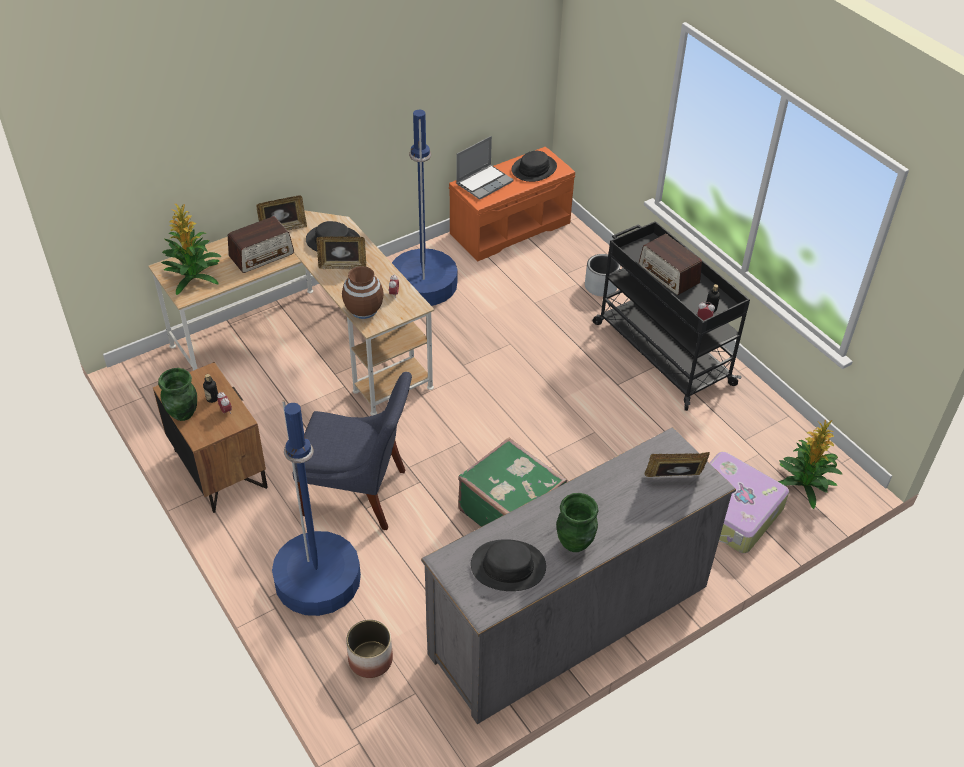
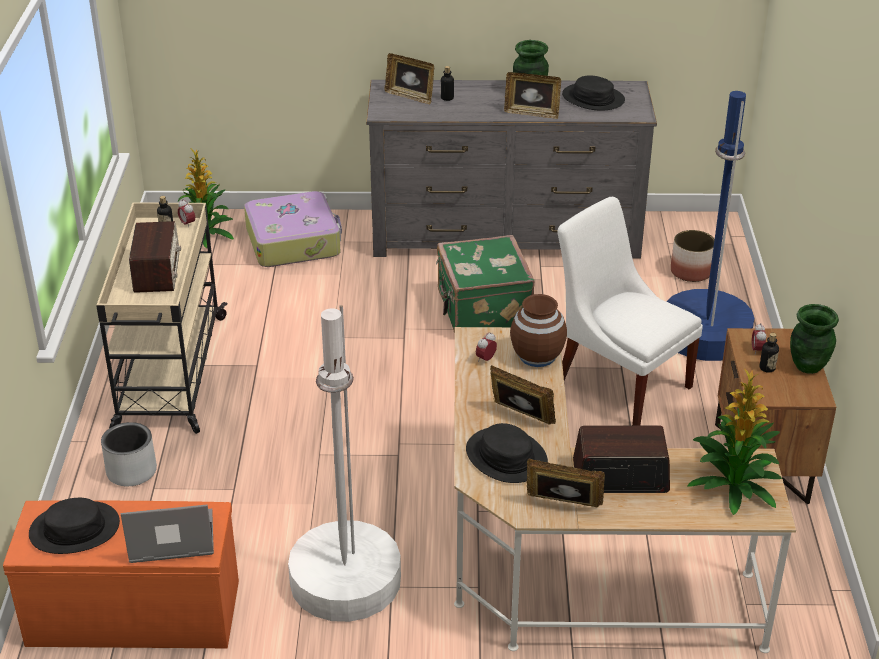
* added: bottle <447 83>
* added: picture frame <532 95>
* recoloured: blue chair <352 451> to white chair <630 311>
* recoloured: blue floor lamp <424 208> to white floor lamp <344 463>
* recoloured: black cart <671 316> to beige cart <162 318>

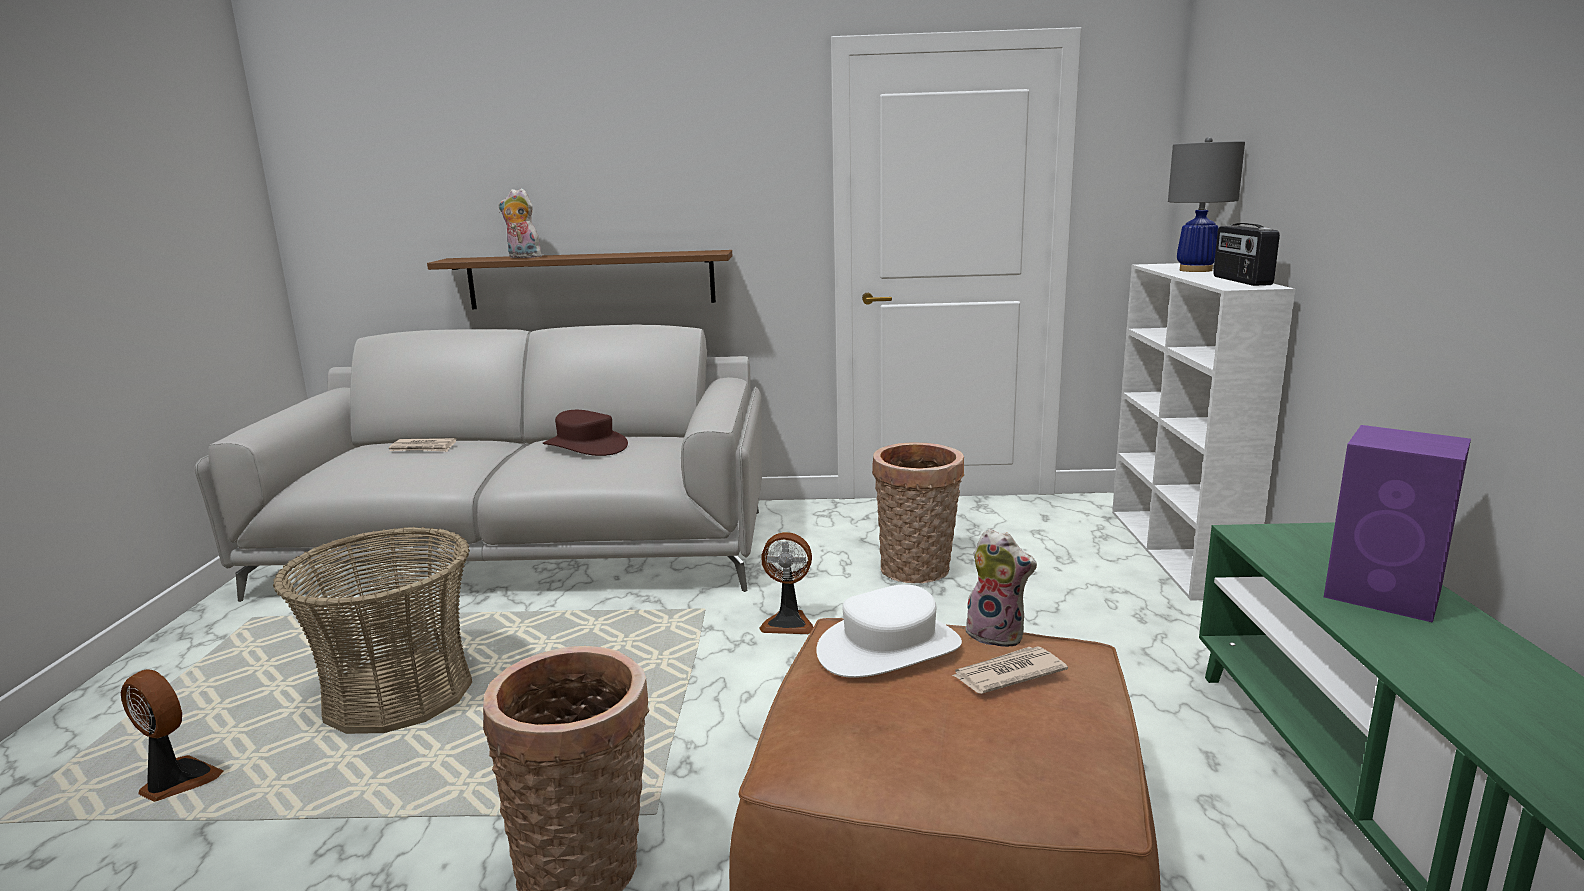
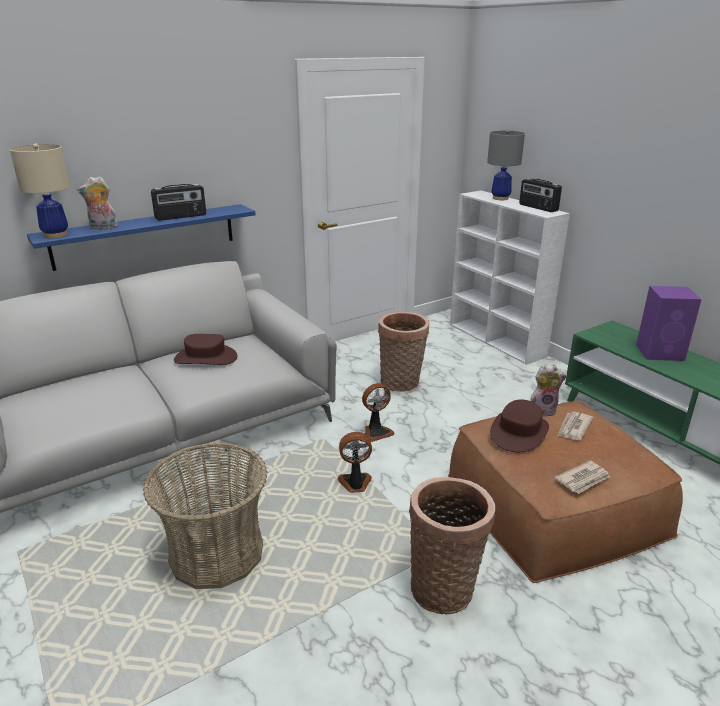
* added: beige table lamp <40 190>
* added: radio <178 202>
* moved: fan <172 736> to <355 462>
* moved: newspaper <422 445> to <582 477>
* recoloured: brown shelf <579 279> to blue shelf <141 237>
* recoloured: white hat <889 631> to brown hat <519 426>

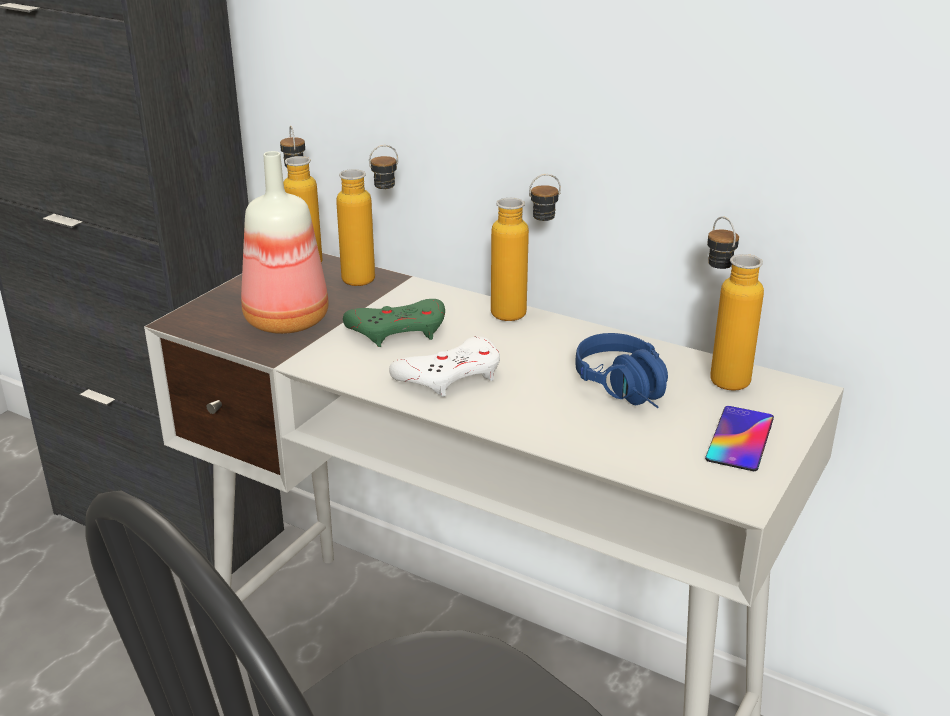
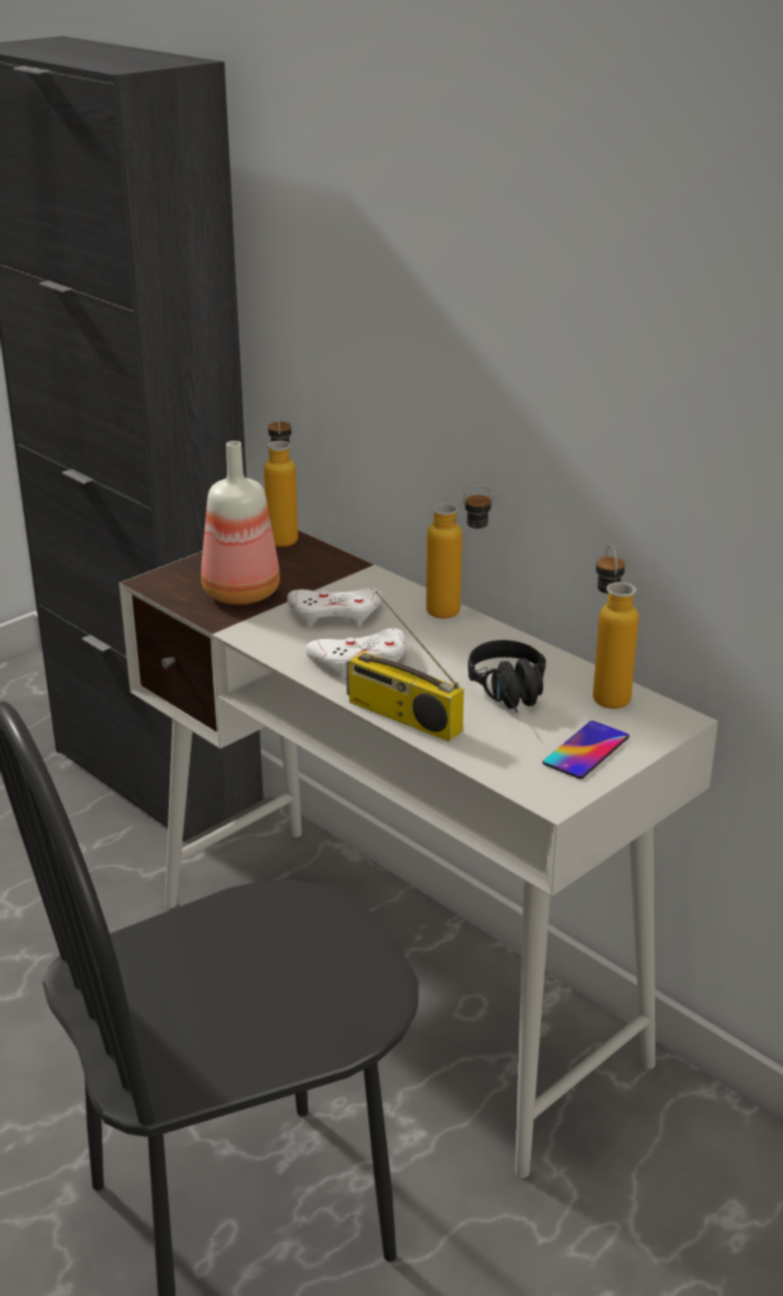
* removed: bottle <367 215>
* added: radio <405 666>
* recoloured: green game controller <394 323> to white game controller <335 607>
* recoloured: blue headphones <621 370> to black headphones <507 676>

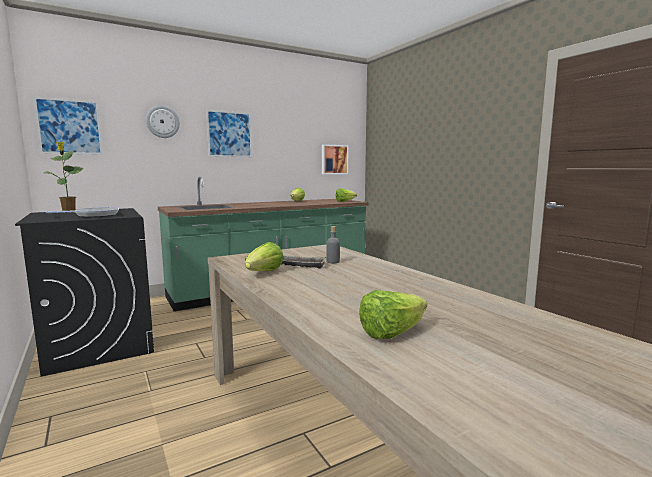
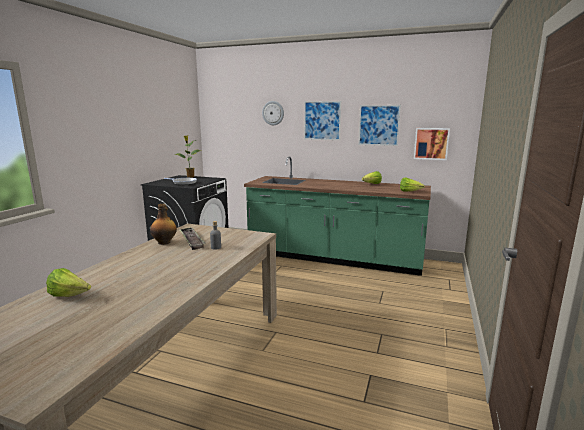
* moved: picture <68 126> to <379 125>
* replaced: lettuce <264 256> to bottle <163 224>

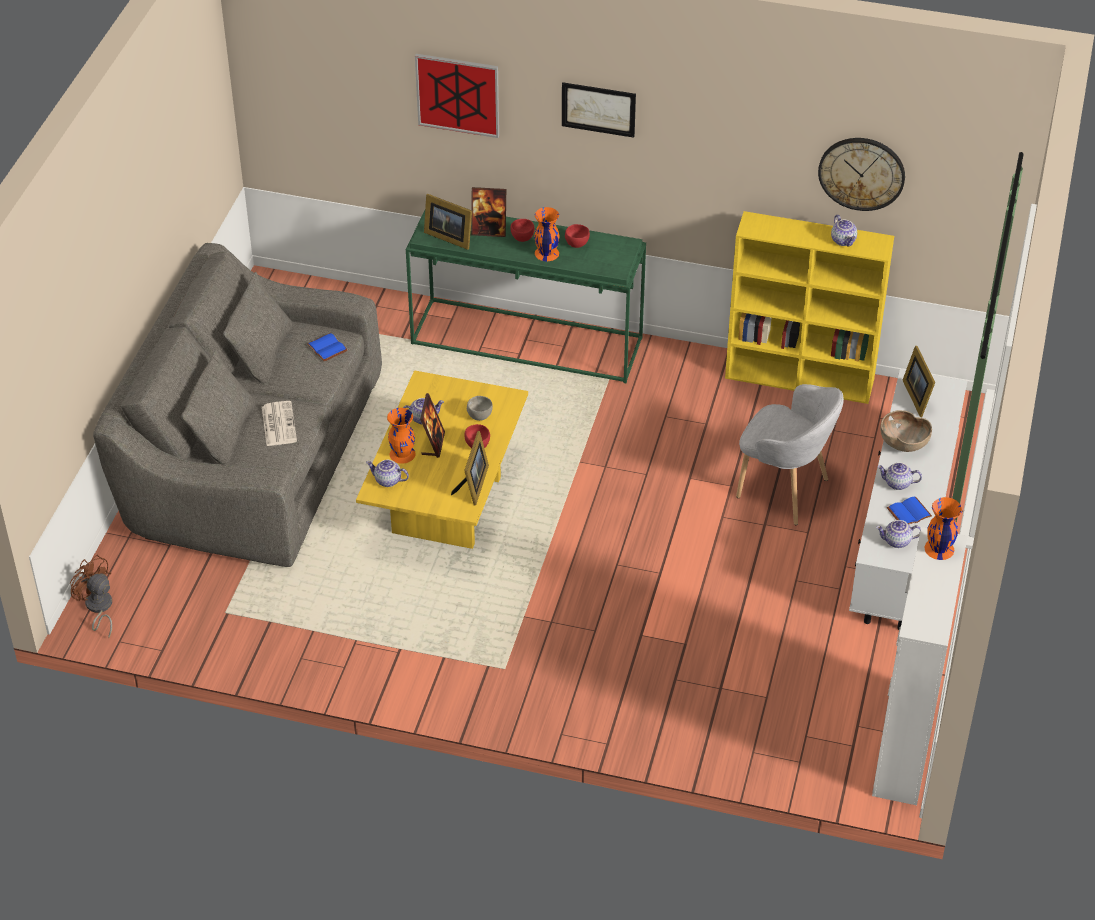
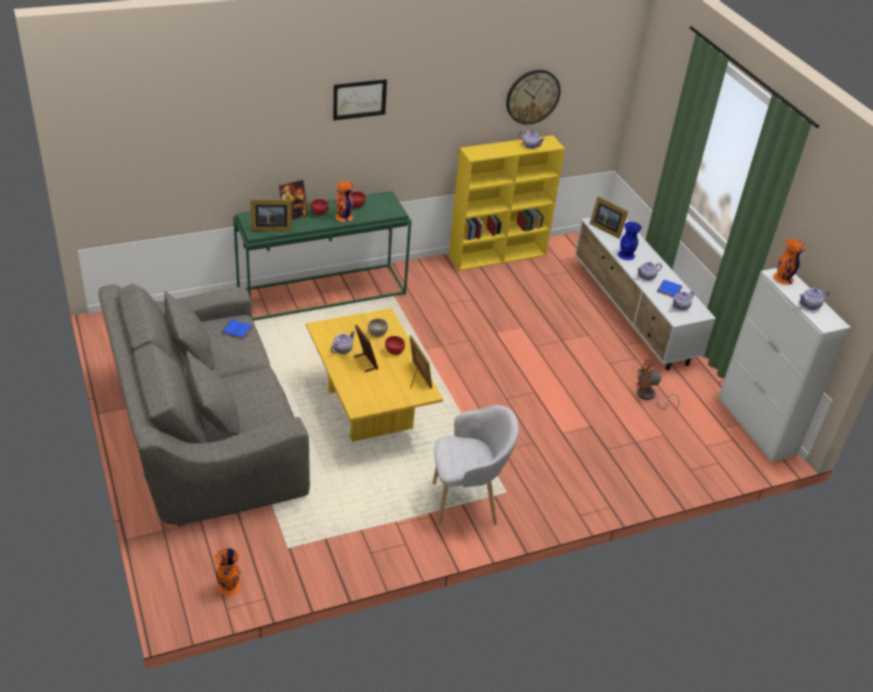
* removed: newspaper <279 423>
* removed: picture <457 96>
* moved: brown fan <91 597> to <658 384>
* moved: teapot <387 473> to <814 299>
* moved: orange vase <401 436> to <228 572>
* moved: grey armchair <790 454> to <475 465>
* replaced: brown bowl <906 431> to blue vase <630 241>

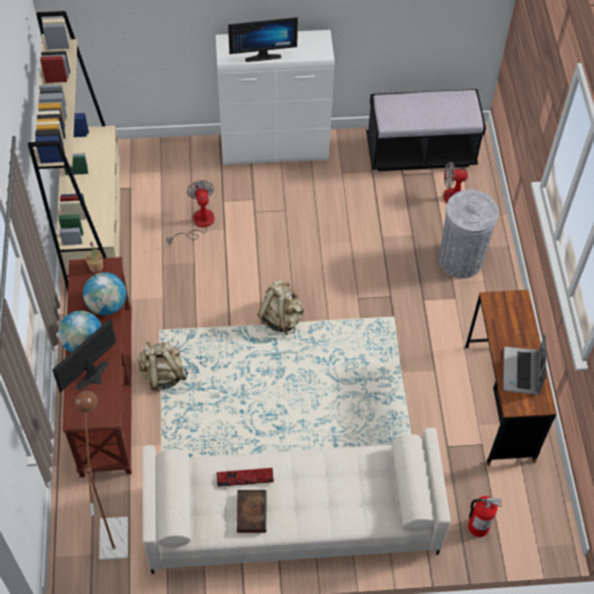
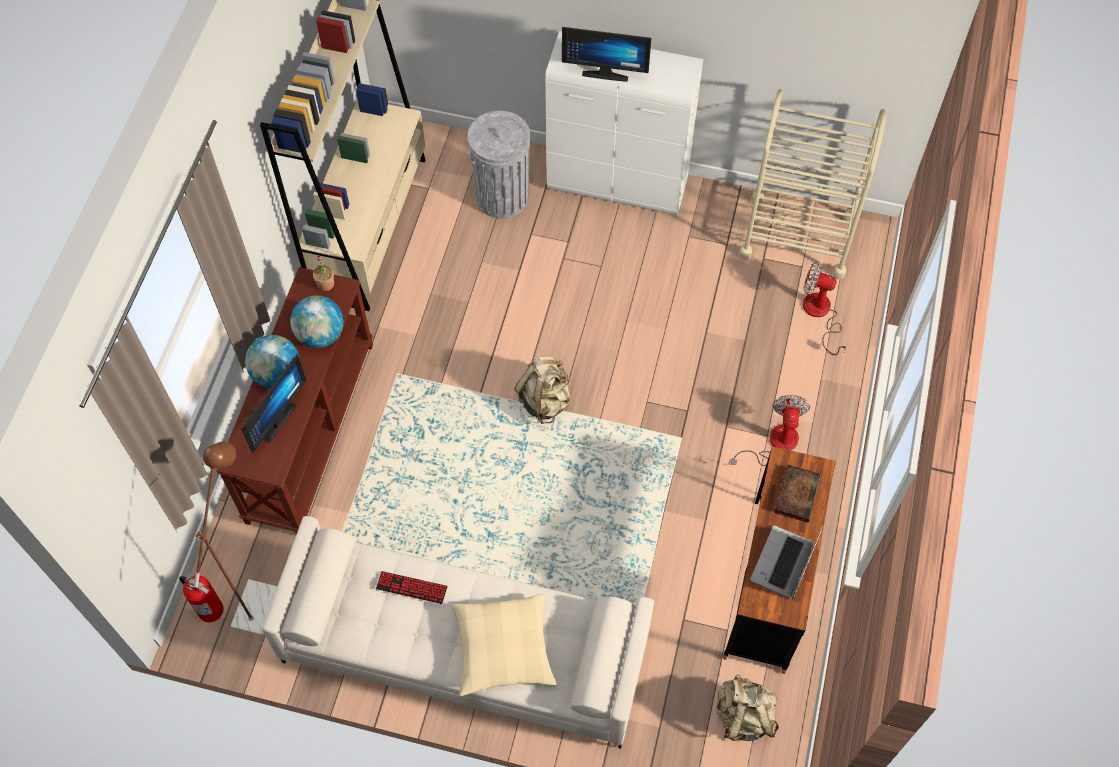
* added: beige pillow <504 644>
* moved: beige backpack <163 366> to <748 707>
* moved: fan <190 212> to <769 430>
* moved: book <252 511> to <797 493>
* moved: grey trash can <469 233> to <499 165>
* moved: fire extinguisher <485 516> to <201 599>
* replaced: black bench <426 130> to beige cart <812 184>
* turned: monitor <84 355> = <274 403> 150 degrees clockwise

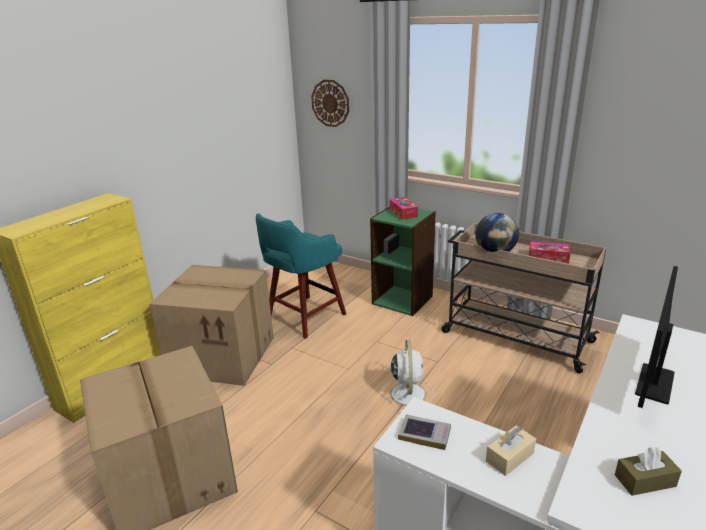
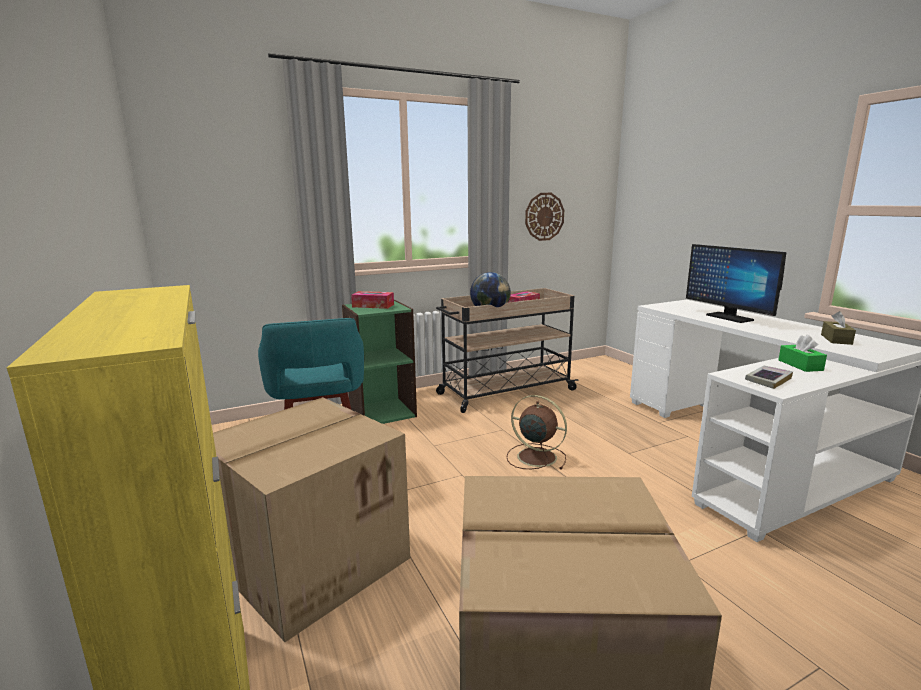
* moved: wall clock <330 103> to <544 217>
* recoloured: white fan <408 376> to brown fan <537 432>
* recoloured: beige tissue box <511 451> to green tissue box <802 353>

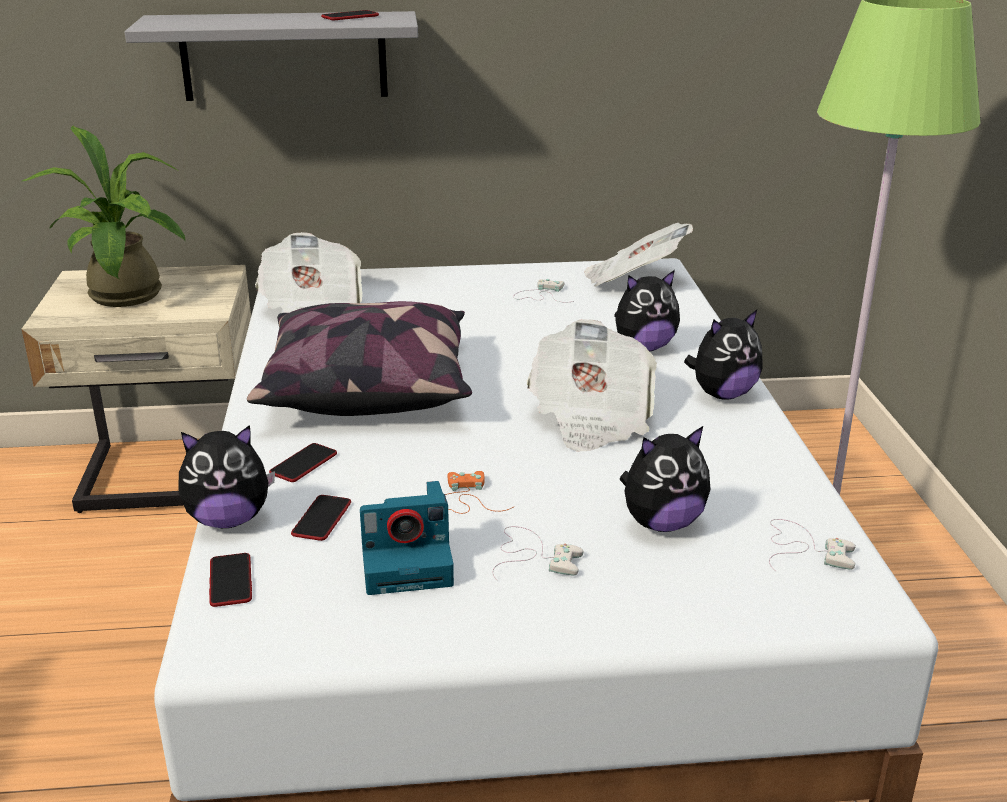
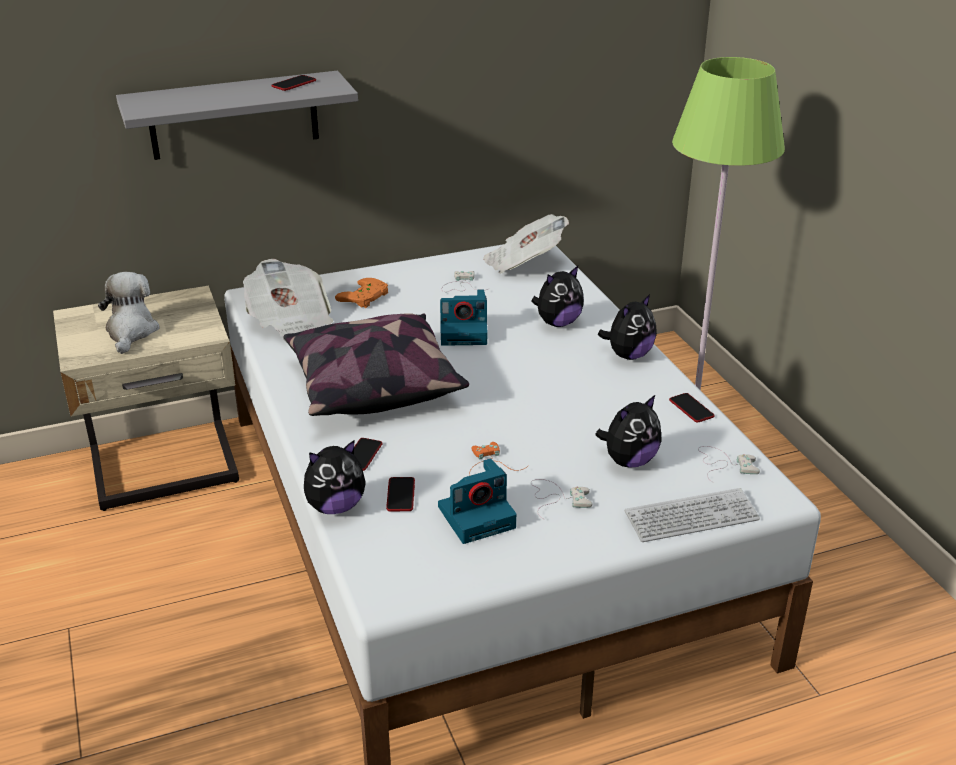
* removed: newspaper <591 385>
* added: orange game controller <361 293>
* added: photo camera <464 317>
* added: keyboard <692 515>
* moved: phone <230 580> to <692 408>
* replaced: potted plant <104 216> to plush toy <129 313>

